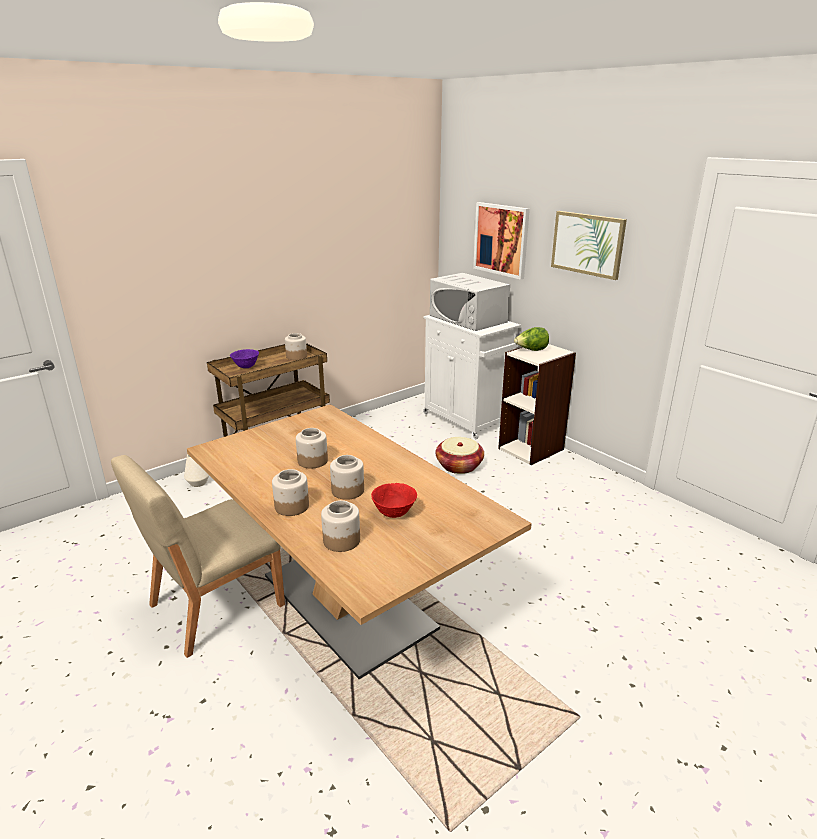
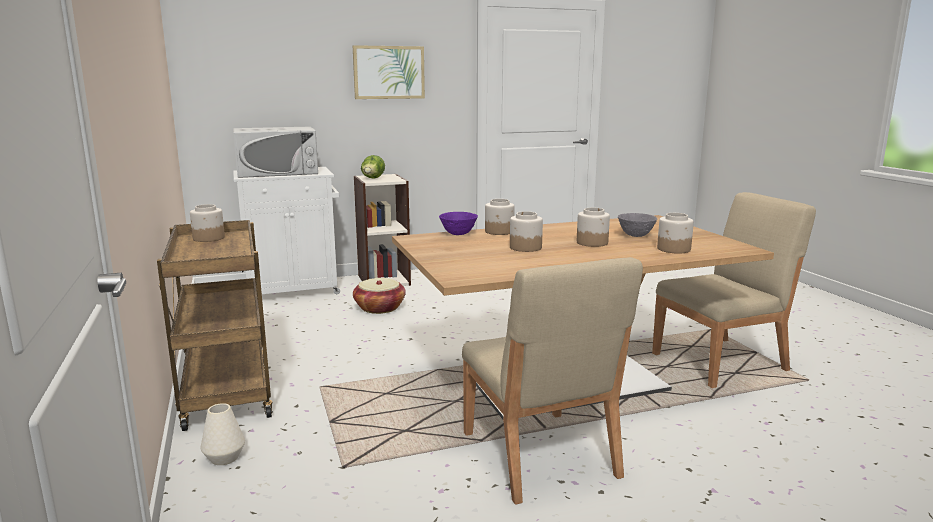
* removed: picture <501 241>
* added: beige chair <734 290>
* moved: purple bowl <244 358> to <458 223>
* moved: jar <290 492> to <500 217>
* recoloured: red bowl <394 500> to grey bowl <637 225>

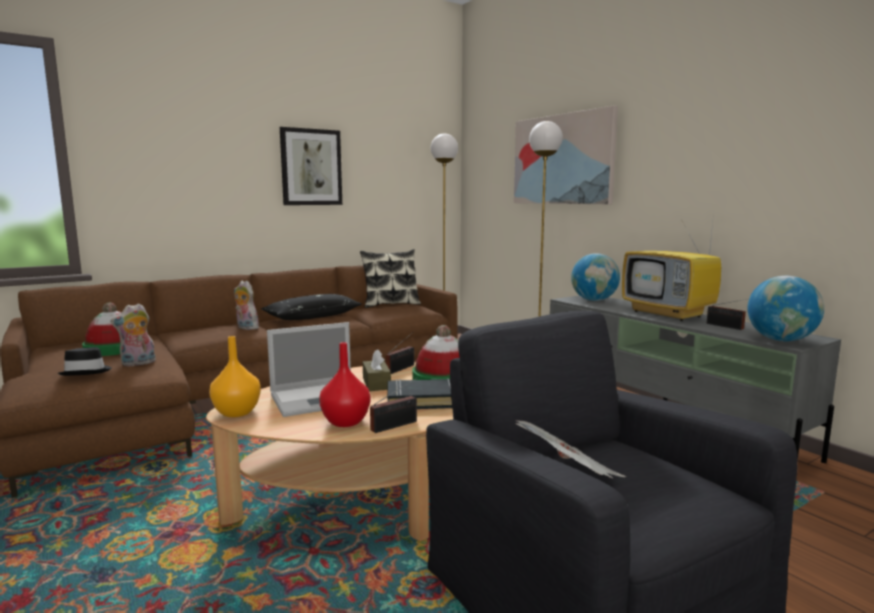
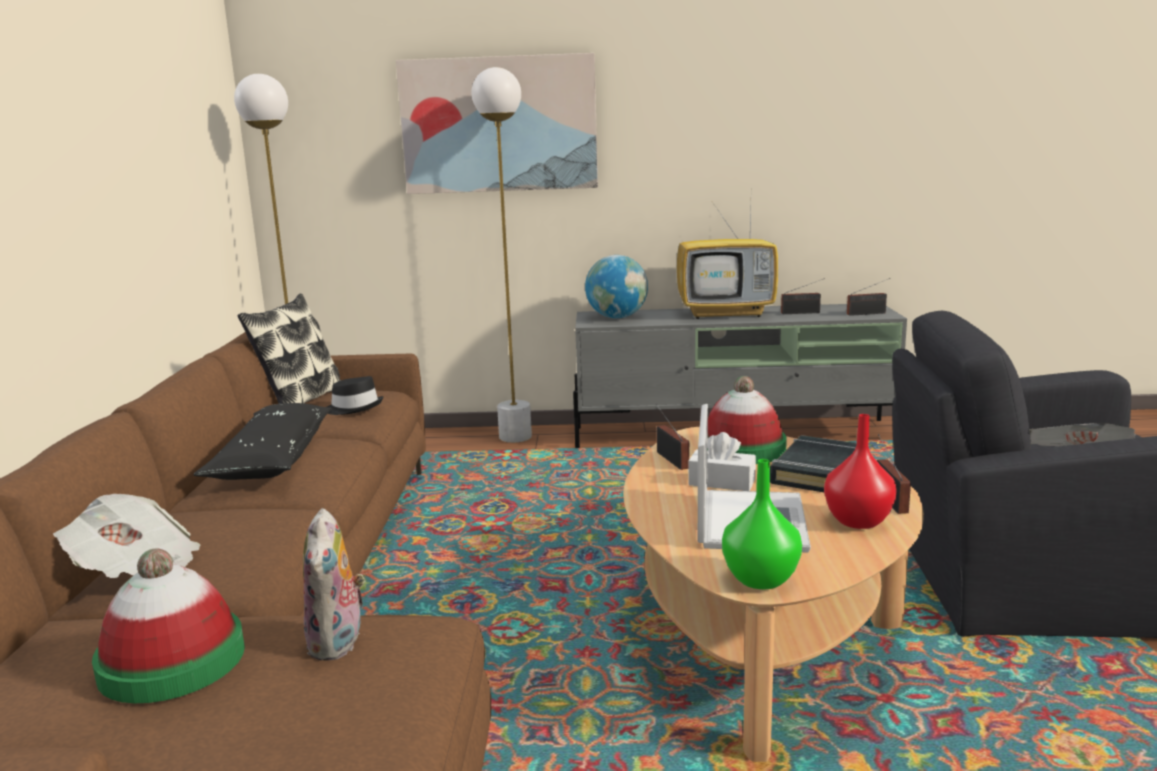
* removed: plush toy <247 305>
* removed: picture <311 166>
* added: newspaper <126 536>
* moved: black hat <85 361> to <355 395>
* replaced: globe <785 308> to radio <868 297>
* recoloured: orange vase <235 376> to green vase <762 524>
* recoloured: brown tissue box <377 370> to white tissue box <722 461>

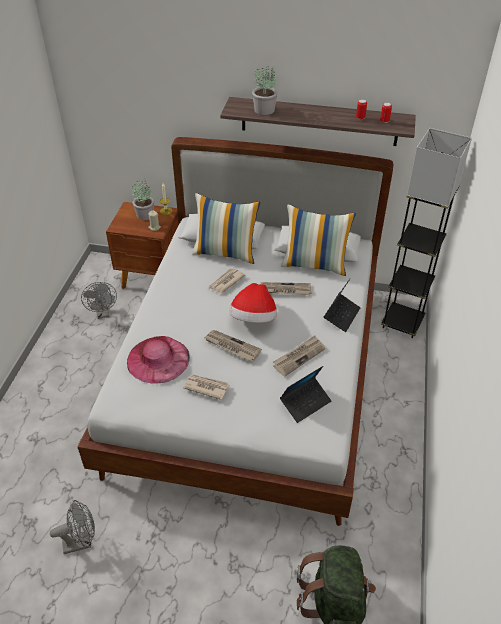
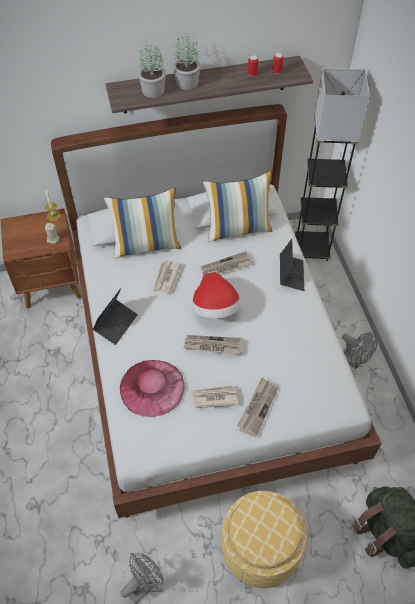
* added: ottoman <264 539>
* moved: grey fan <99 300> to <359 350>
* moved: potted plant <143 200> to <186 62>
* moved: newspaper <299 356> to <257 407>
* moved: laptop <305 394> to <115 316>

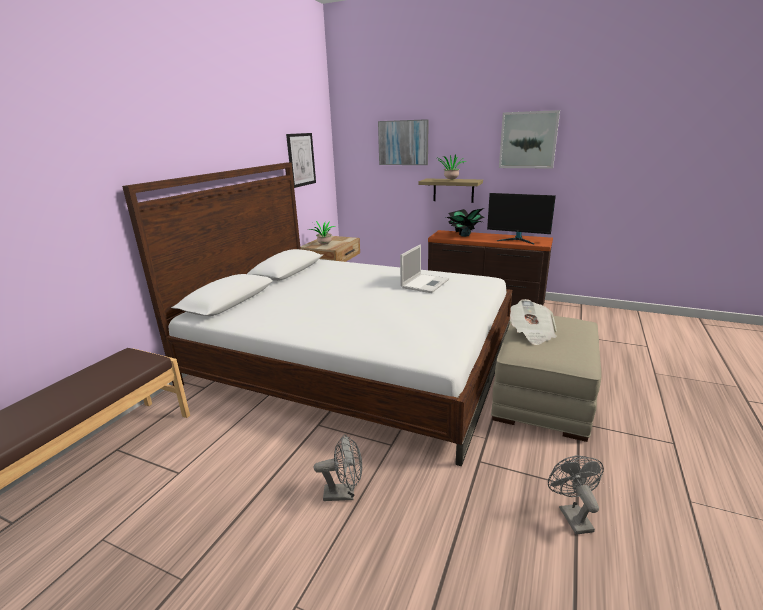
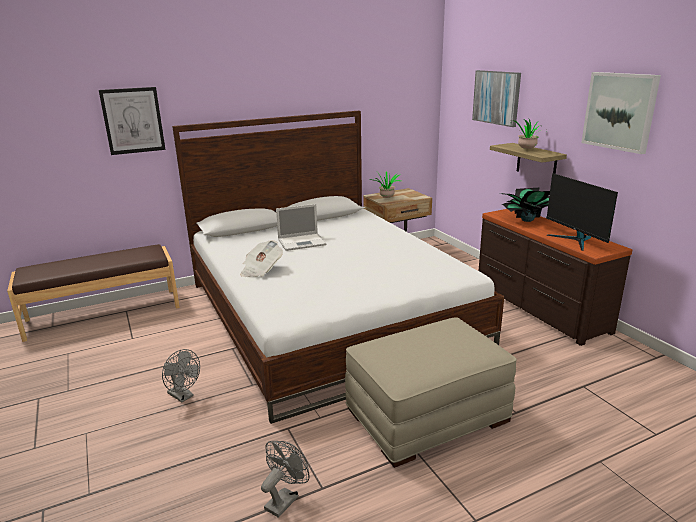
* moved: picture <301 160> to <132 121>
* moved: laptop <424 268> to <301 227>
* moved: newspaper <533 322> to <261 258>

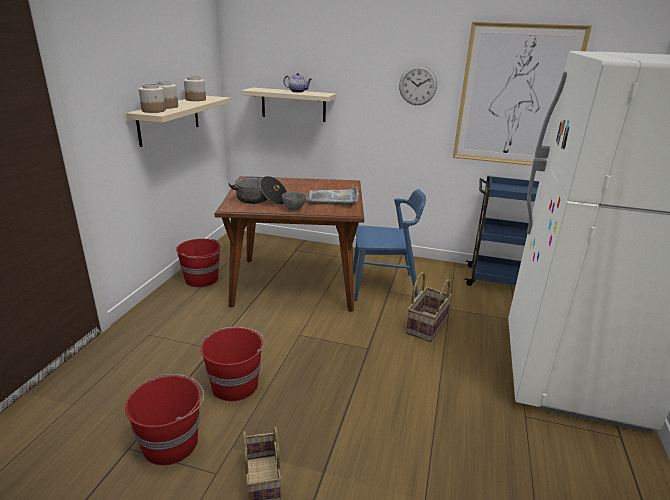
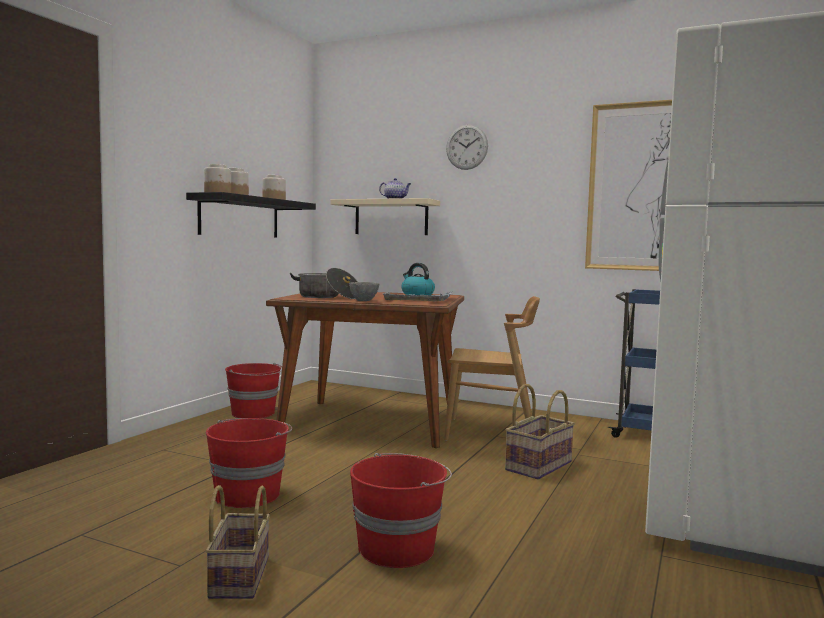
* added: kettle <418 279>
* moved: red bucket <164 420> to <401 510>
* moved: wall clock <418 85> to <467 147>
* recoloured: beige shelf <178 121> to black shelf <251 215>
* recoloured: blue chair <389 245> to brown chair <492 368>

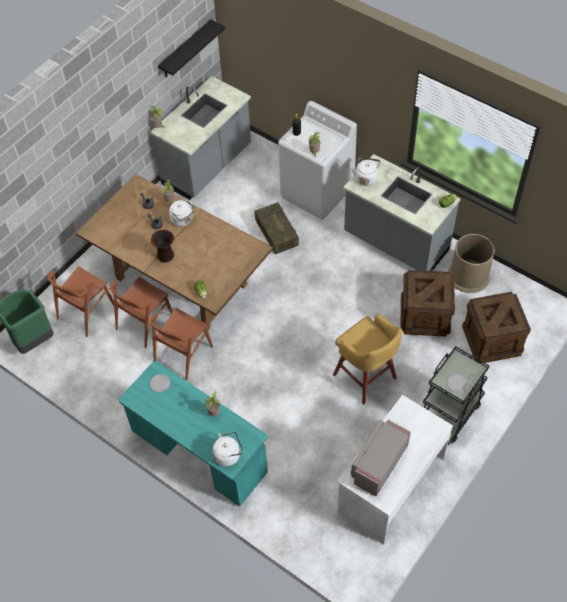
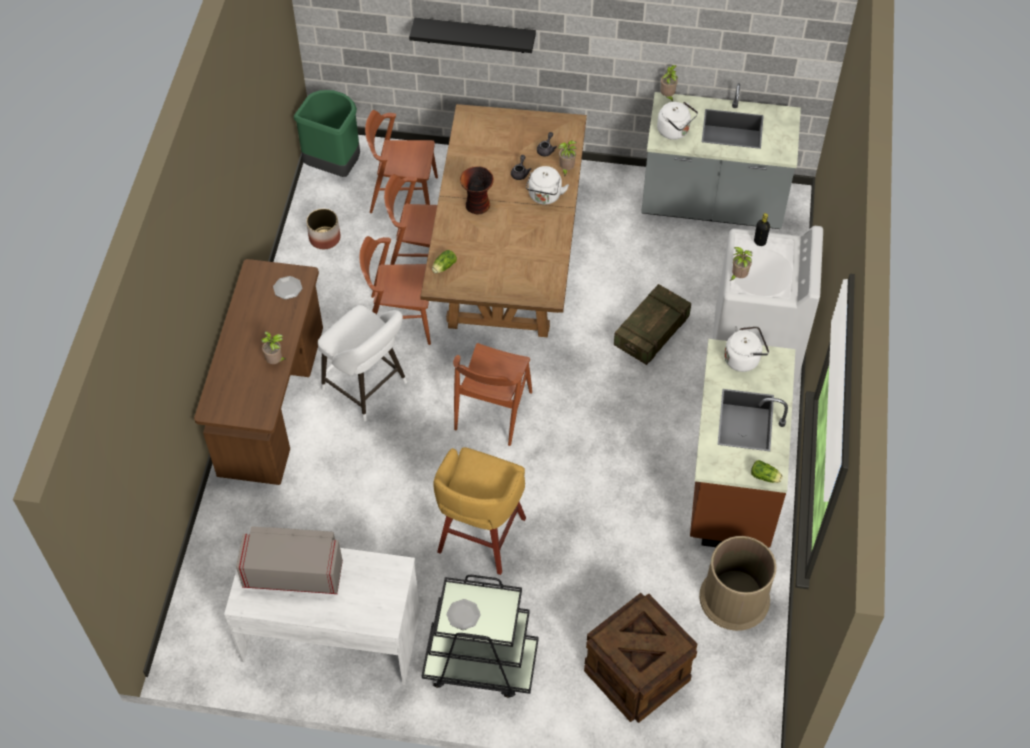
* removed: crate <427 303>
* added: planter <323 228>
* added: white stool <362 363>
* added: brown chair <492 394>
* moved: black shelf <191 48> to <472 35>
* moved: white kettle <228 449> to <677 121>
* recoloured: turquoise desk <193 434> to brown desk <258 372>
* recoloured: grey counter <402 212> to brown counter <742 443>

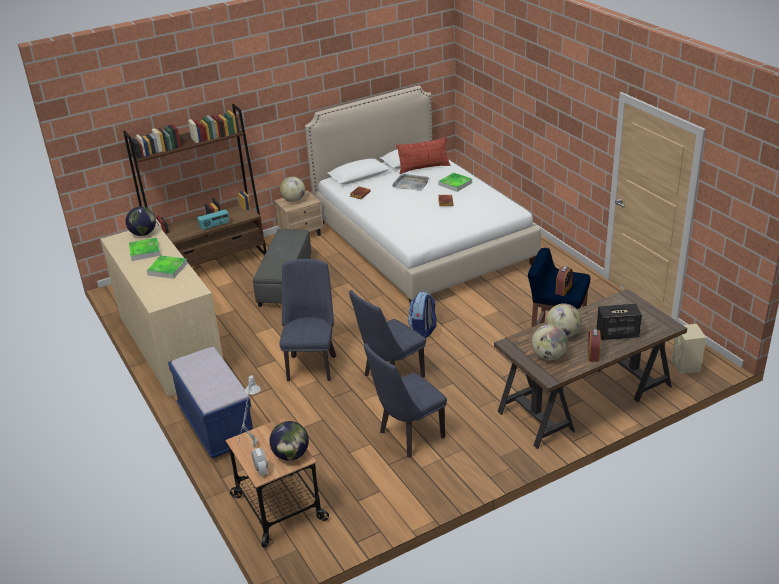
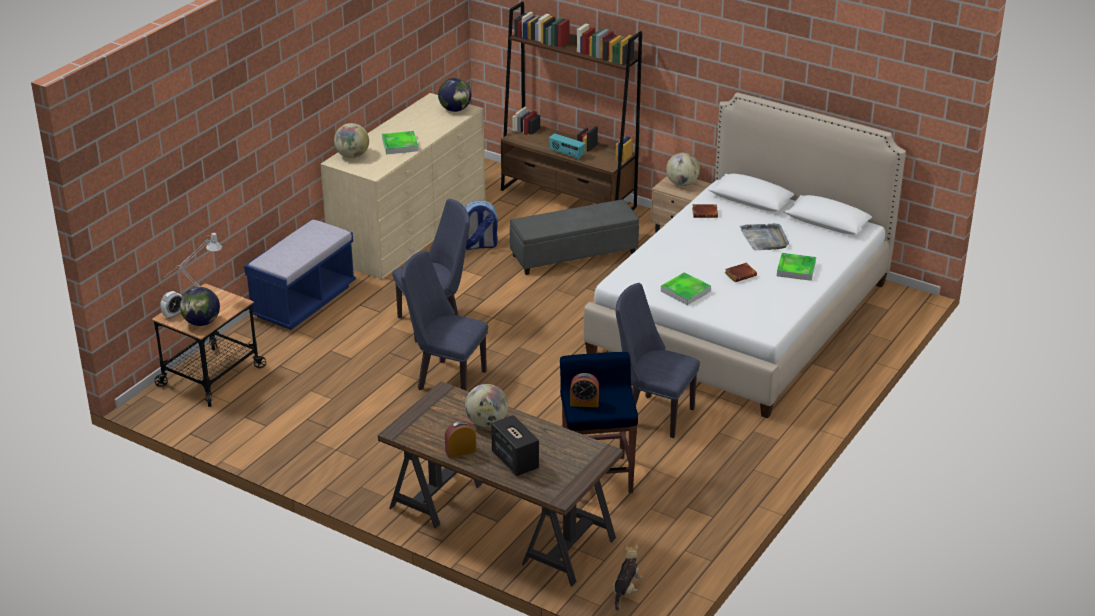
* removed: pillow <423 155>
* moved: tray <145 249> to <686 288>
* moved: blue chair <405 400> to <658 360>
* moved: backpack <422 314> to <481 225>
* moved: globe <550 342> to <351 140>
* replaced: beige speaker <688 349> to plush toy <628 578>

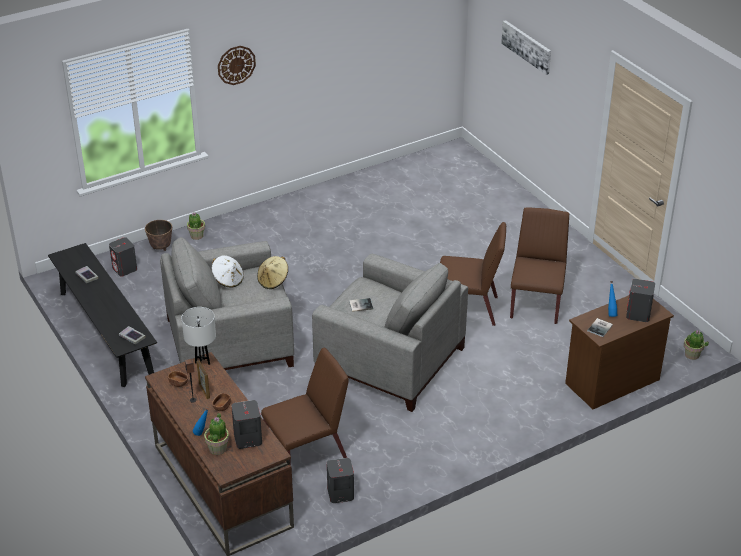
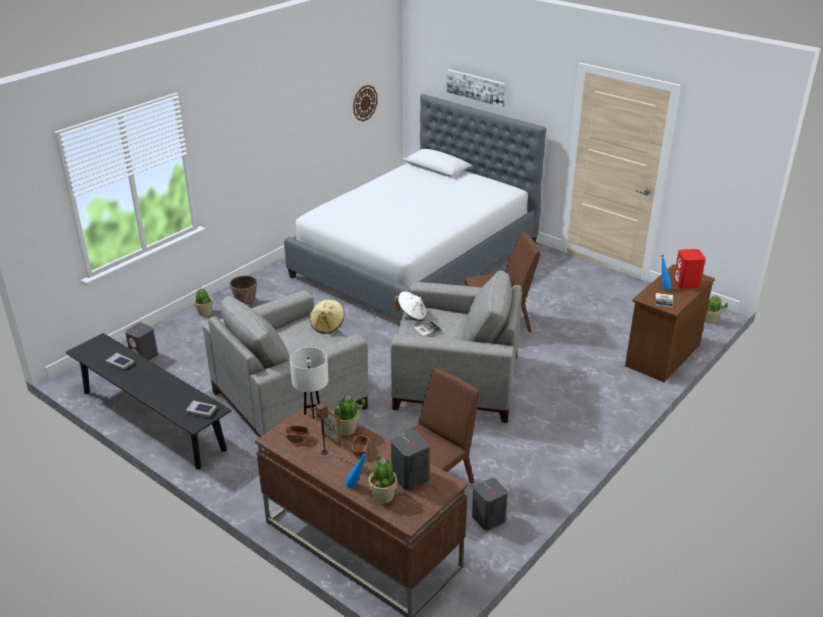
* removed: brown chair <539 265>
* added: bed <415 206>
* added: potted plant <349 415>
* moved: planter <158 235> to <243 290>
* moved: white hat <227 271> to <411 306>
* moved: wall clock <237 65> to <365 103>
* recoloured: grey speaker <640 300> to red speaker <690 269>

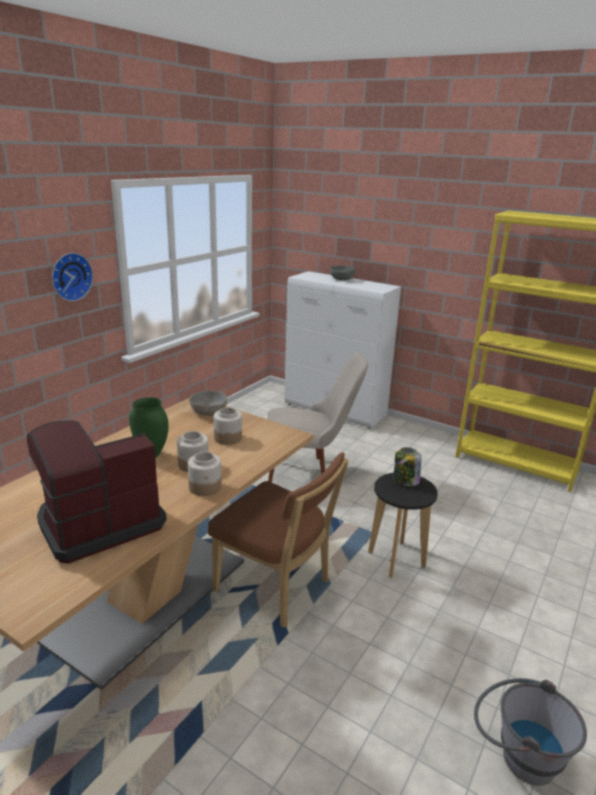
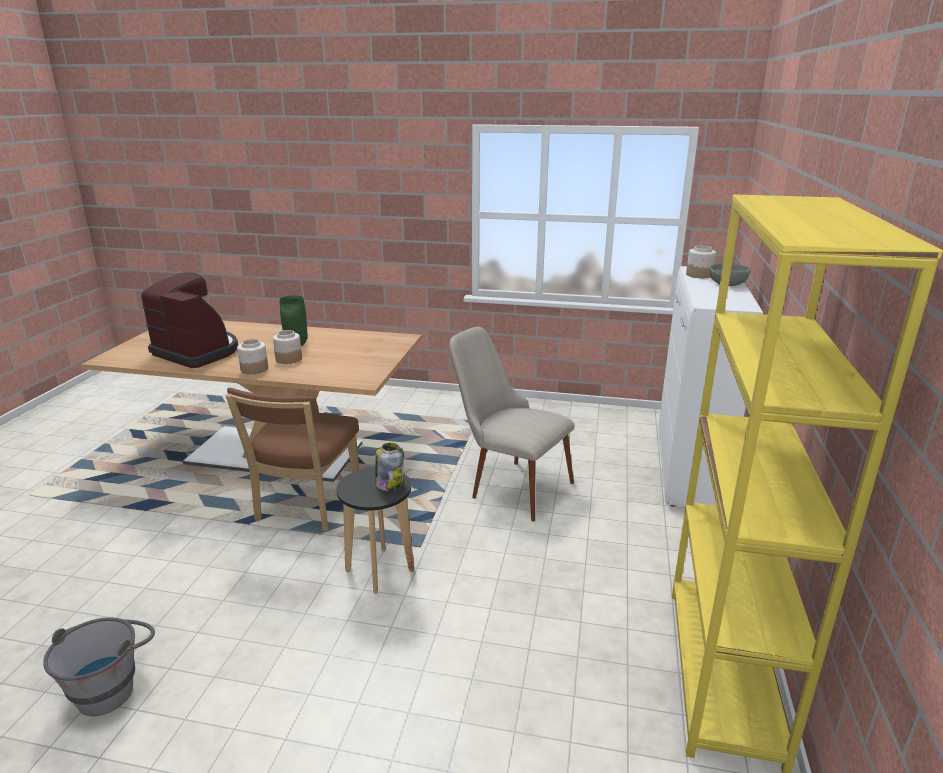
* removed: wall clock <72 277>
* removed: grey bowl <208 403>
* moved: jar <228 426> to <701 261>
* turned: beige chair <317 418> = <512 424> 150 degrees clockwise

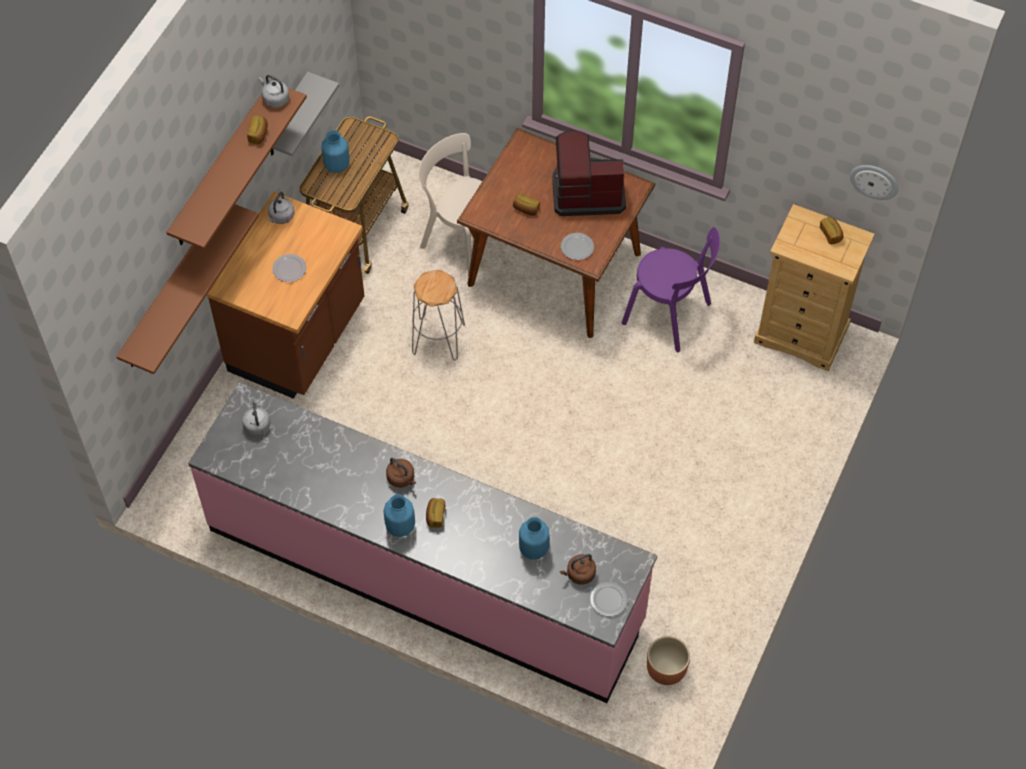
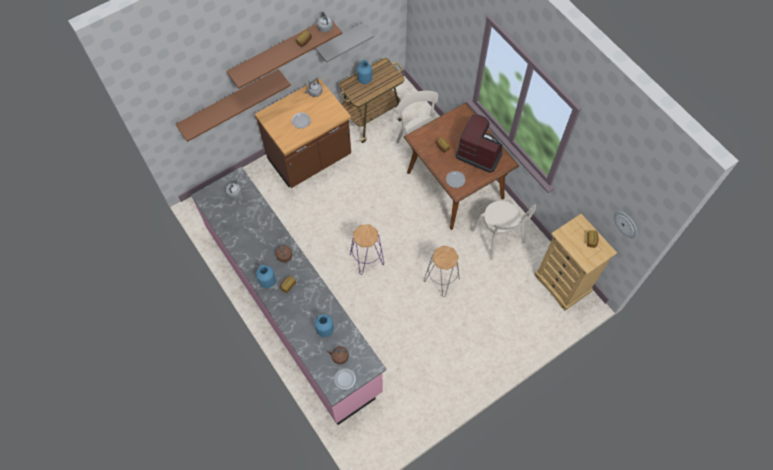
* removed: brown planter <668 660>
* added: purple stool <367 250>
* moved: grey stool <438 315> to <442 271>
* recoloured: purple chair <671 290> to beige chair <503 230>

